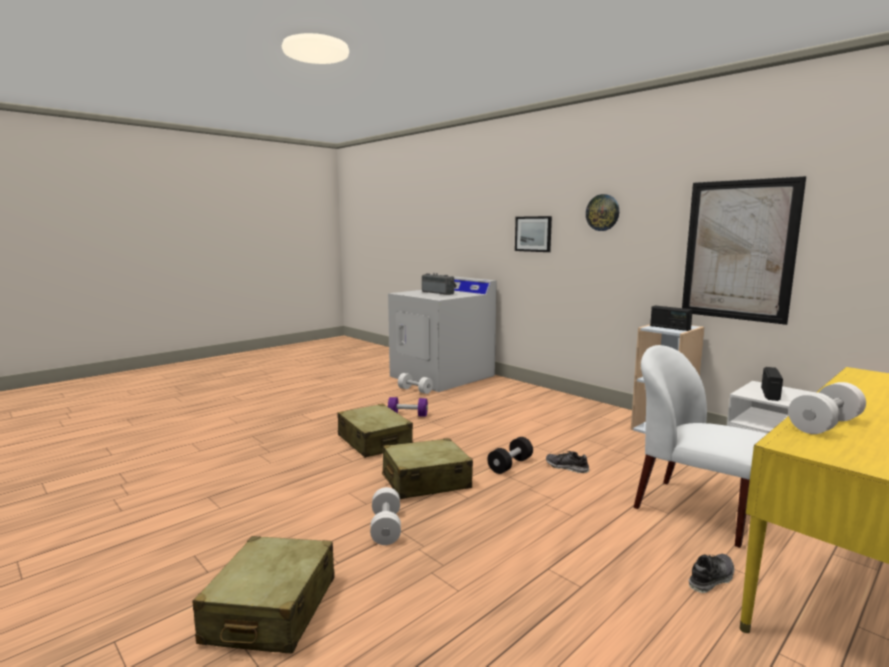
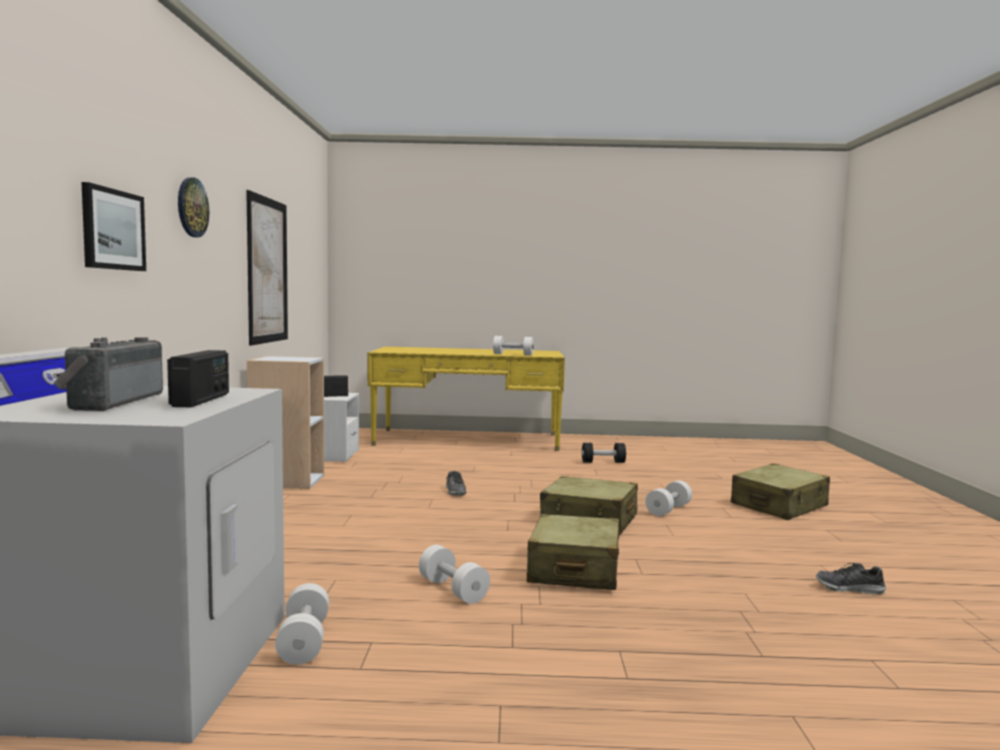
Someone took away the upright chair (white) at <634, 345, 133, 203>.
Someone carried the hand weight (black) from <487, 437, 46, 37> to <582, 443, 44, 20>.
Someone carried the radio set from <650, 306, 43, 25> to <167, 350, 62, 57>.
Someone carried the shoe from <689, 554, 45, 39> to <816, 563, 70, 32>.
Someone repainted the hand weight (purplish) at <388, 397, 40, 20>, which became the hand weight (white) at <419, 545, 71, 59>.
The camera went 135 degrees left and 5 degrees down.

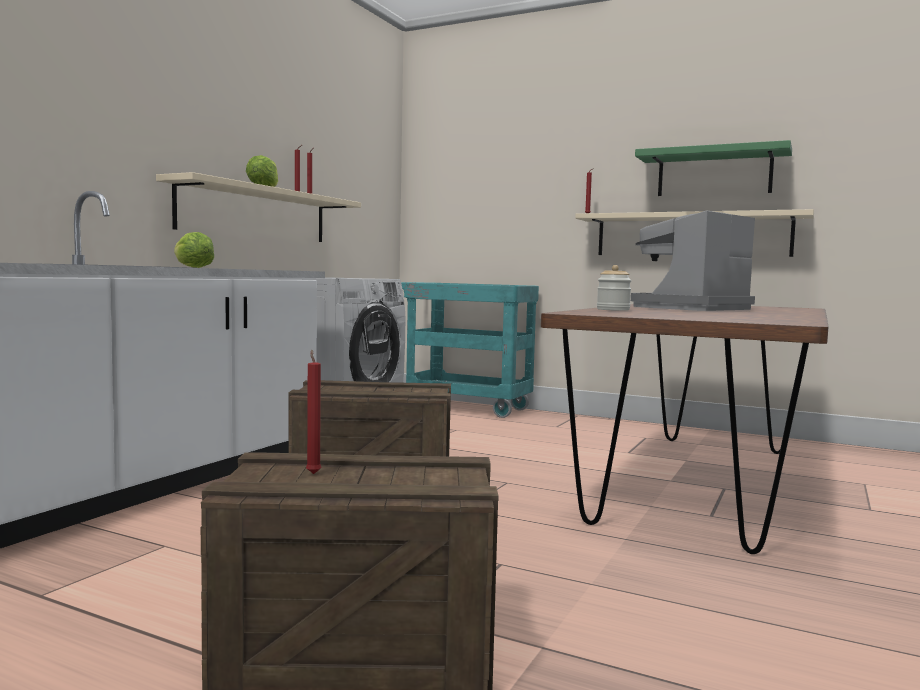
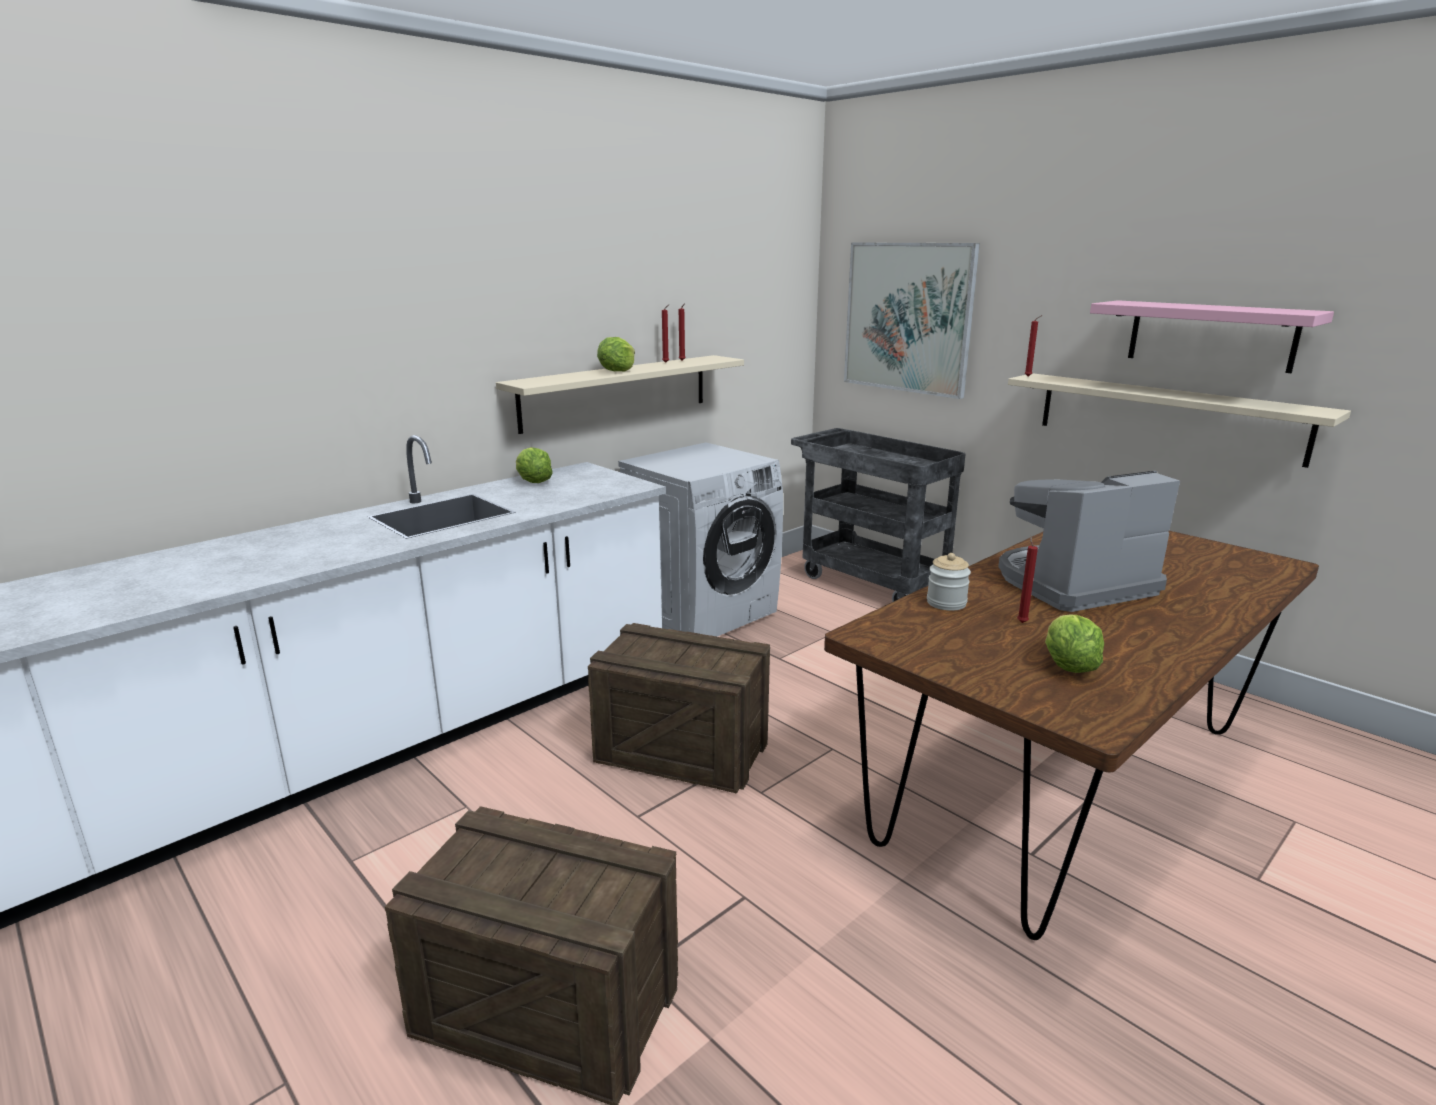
Someone put up the wall art at <844, 242, 136, 157>.
Someone put down the head of lettuce at <1045, 615, 59, 58>.
Someone carried the wax candle (reddish) from <306, 350, 15, 124> to <1017, 535, 21, 88>.
Someone repainted the cart (turquoise-coloured) at <401, 282, 138, 136>, which became the cart (black) at <791, 428, 175, 174>.
Someone repainted the shelf (green-coloured) at <635, 140, 157, 56>, which became the shelf (pink) at <1090, 300, 244, 73>.
The camera went 20 degrees right and 15 degrees up.

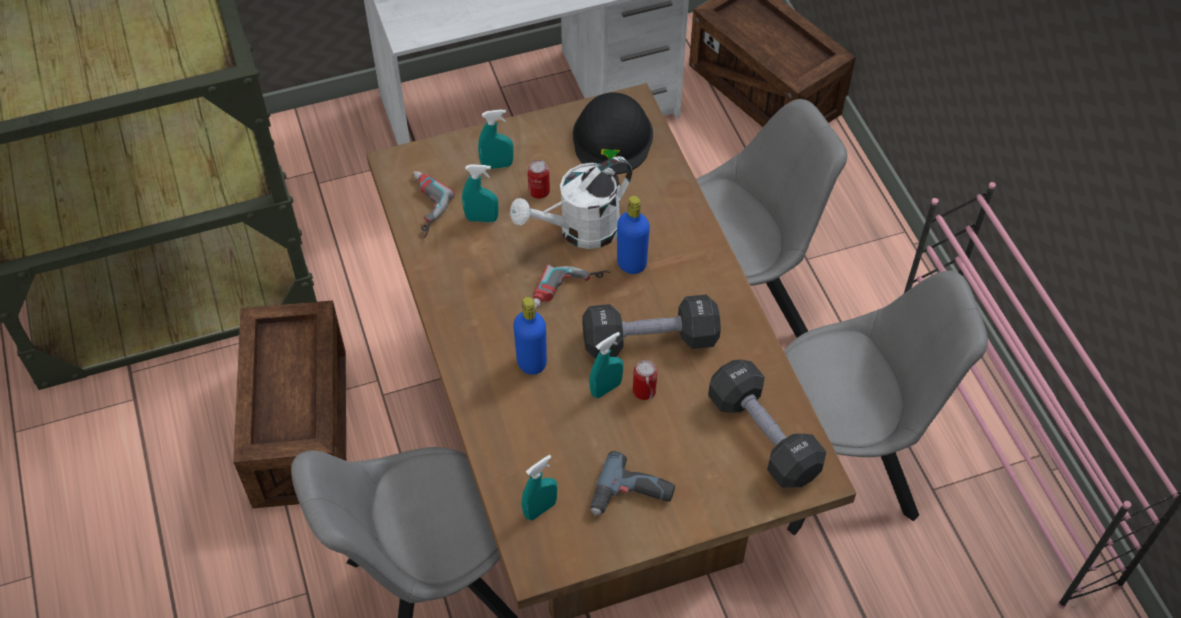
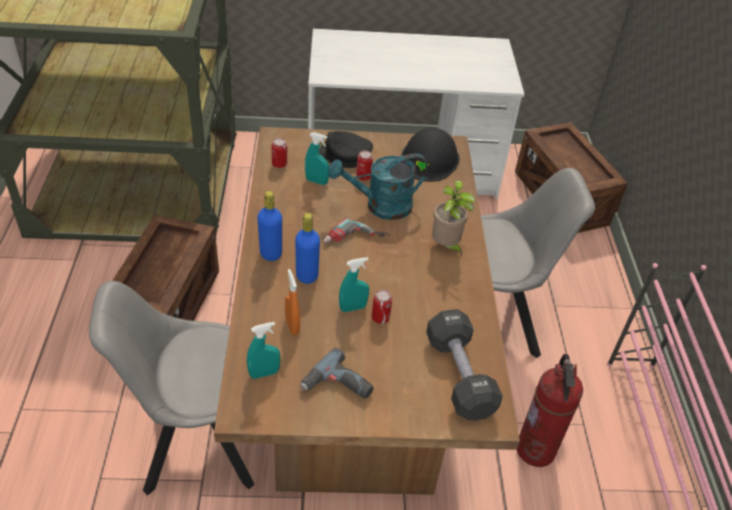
Someone took away the hand weight (black) at <582, 295, 139, 64>.
Someone put down the spray bottle (orange-coloured) at <285, 269, 15, 66>.
Someone put down the potted plant at <432, 180, 43, 76>.
Someone carried the beverage bottle (blue-coloured) from <617, 196, 33, 78> to <257, 191, 25, 70>.
Someone swapped the electric drill at <413, 171, 42, 67> for the can at <272, 138, 15, 30>.
Someone swapped the spray bottle (turquoise-coloured) at <478, 109, 36, 60> for the peaked cap (black) at <319, 131, 54, 37>.
Someone swapped the upright chair (greyish) at <784, 270, 204, 266> for the extinguisher at <517, 354, 66, 113>.
Someone repainted the sprinkling can (white) at <510, 157, 122, 92>, which became the sprinkling can (turquoise-coloured) at <328, 153, 100, 67>.
The camera went 15 degrees right and 10 degrees down.

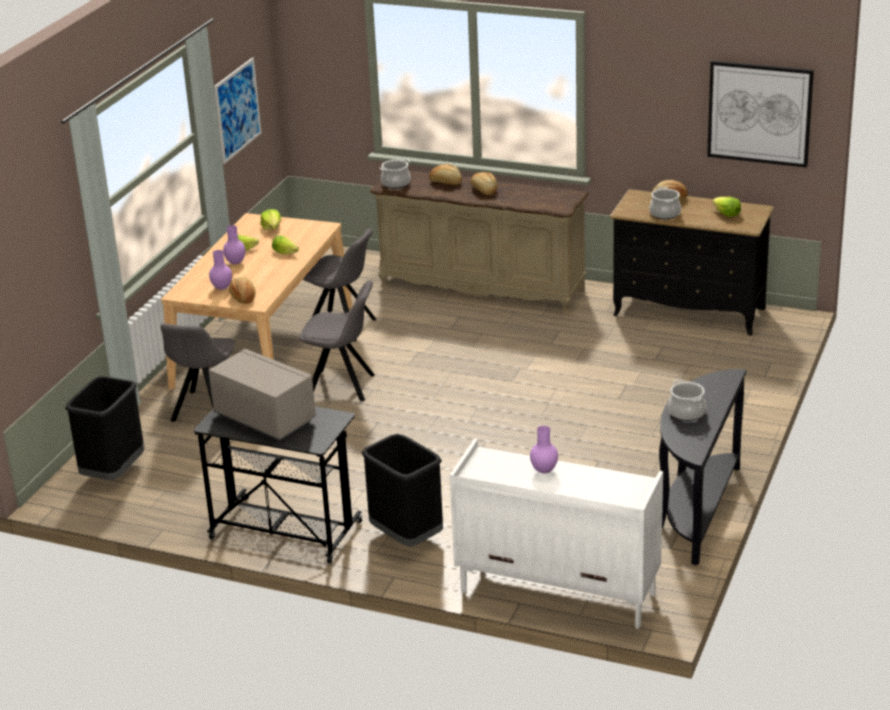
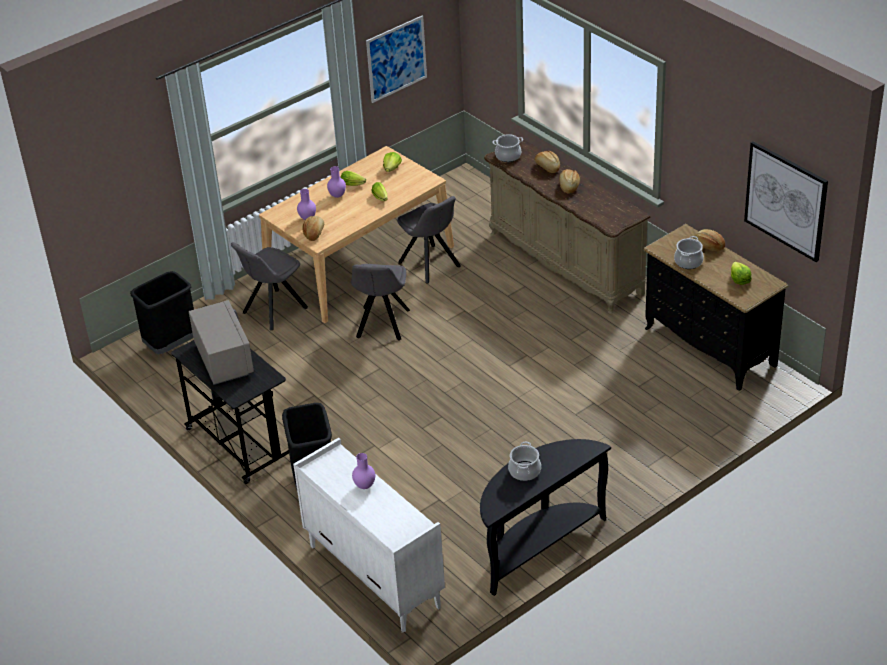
Someone rotated the upright chair (greyish) at <300, 280, 75, 121> by 60 degrees clockwise.
The camera went 30 degrees right and 10 degrees up.

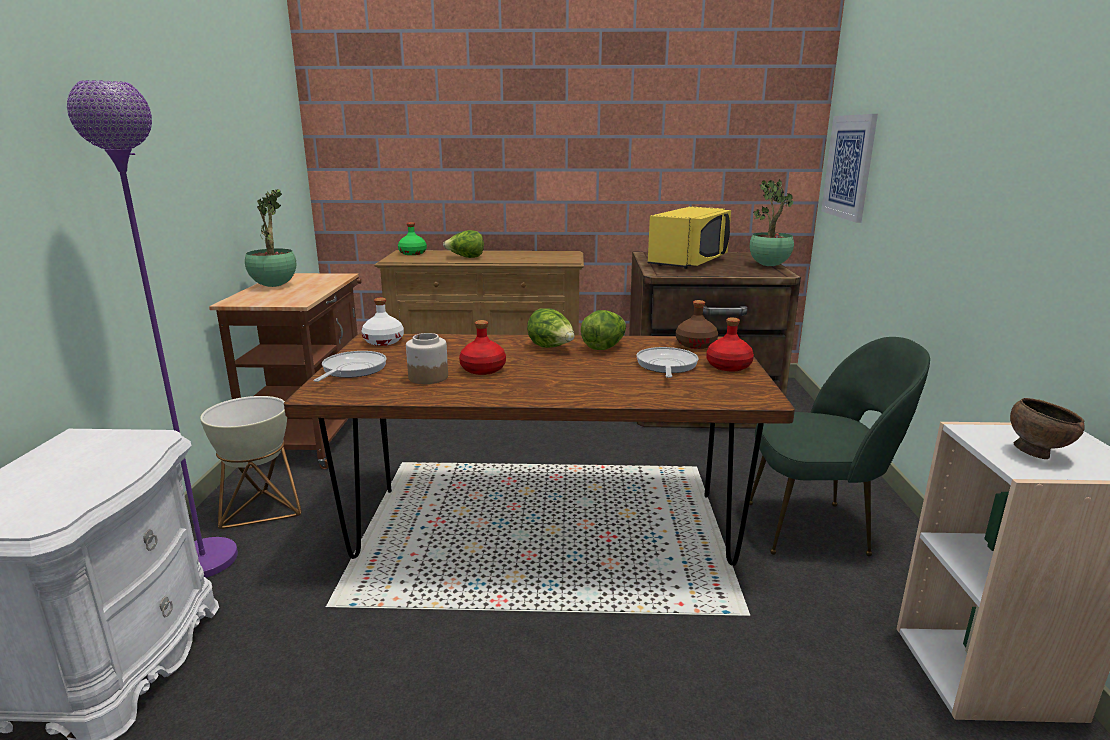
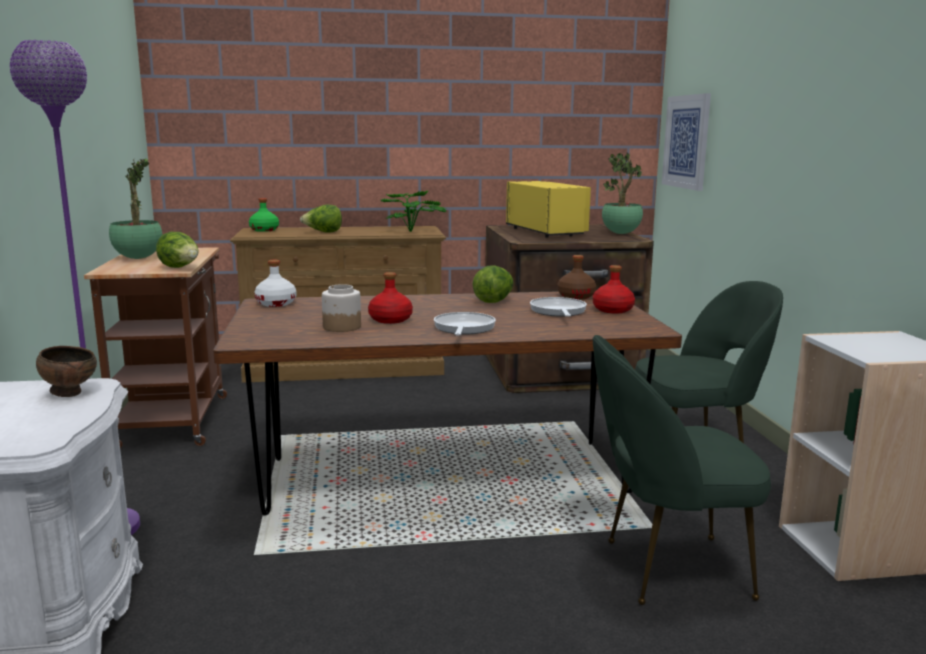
Someone took away the plant pot at <200, 396, 102, 133>.
Someone put down the potted plant at <380, 191, 67, 41>.
Someone put down the upright chair (green-coloured) at <593, 335, 178, 270>.
Someone carried the skillet from <314, 351, 73, 31> to <434, 312, 62, 23>.
Someone carried the head of lettuce from <527, 308, 48, 40> to <156, 232, 43, 36>.
Someone carried the deep dish (brown-coloured) from <1010, 398, 75, 61> to <36, 346, 61, 51>.
Someone rotated the microwave oven (yellow-coloured) at <648, 206, 83, 63> by 45 degrees counterclockwise.
The camera went 10 degrees left and 5 degrees down.

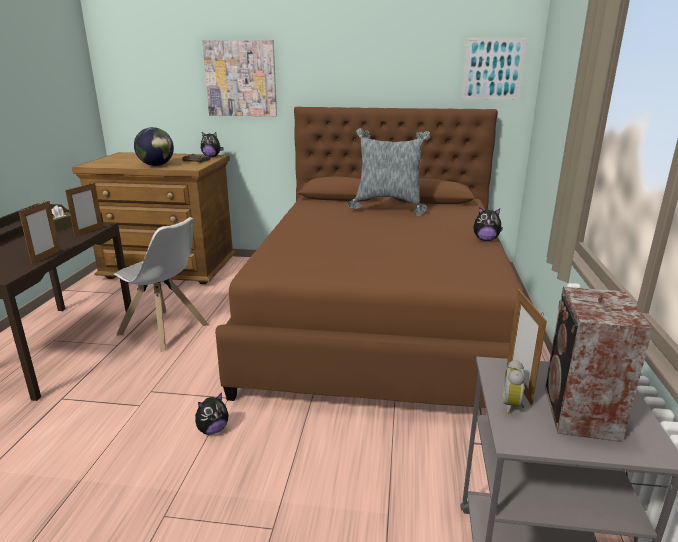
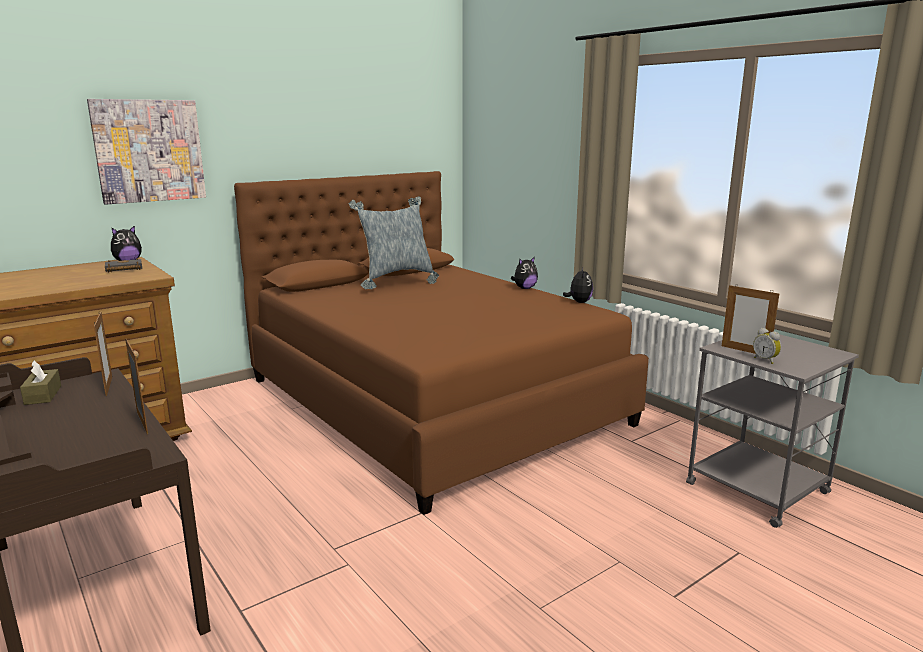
Someone took away the upright chair at <114, 217, 95, 135>.
Someone took away the desk globe at <134, 127, 40, 39>.
Someone took away the wall art at <462, 38, 65, 62>.
Someone took away the speaker at <545, 287, 108, 155>.
Someone carried the plush toy from <195, 393, 34, 42> to <563, 268, 30, 35>.
The camera went 45 degrees left and 5 degrees down.

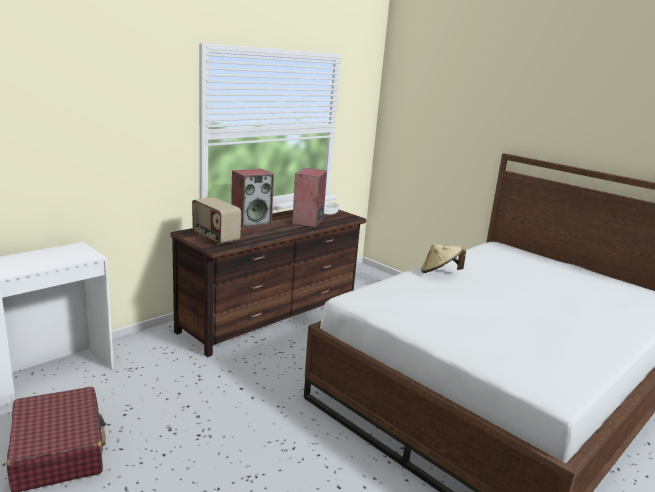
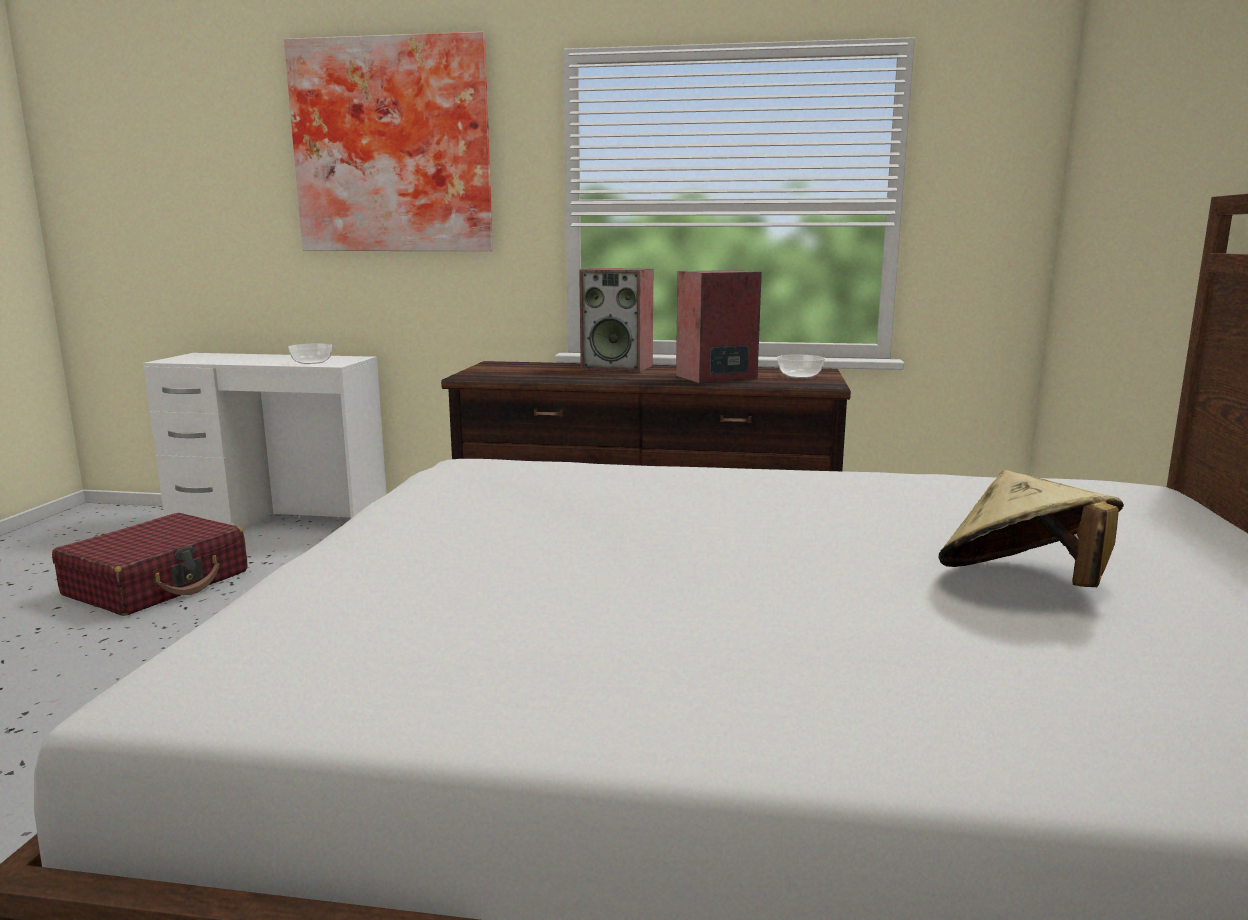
Someone took away the radio set at <192, 197, 49, 48>.
Someone put up the wall art at <284, 32, 209, 219>.
Someone put down the deep dish at <288, 343, 44, 21>.
Someone carried the wearable hat (sand-coloured) from <421, 244, 45, 29> to <939, 470, 185, 117>.
The camera went 55 degrees right and 5 degrees down.

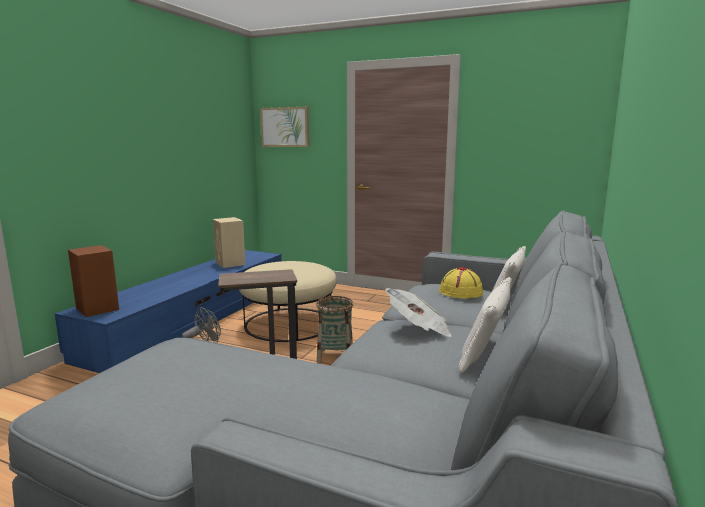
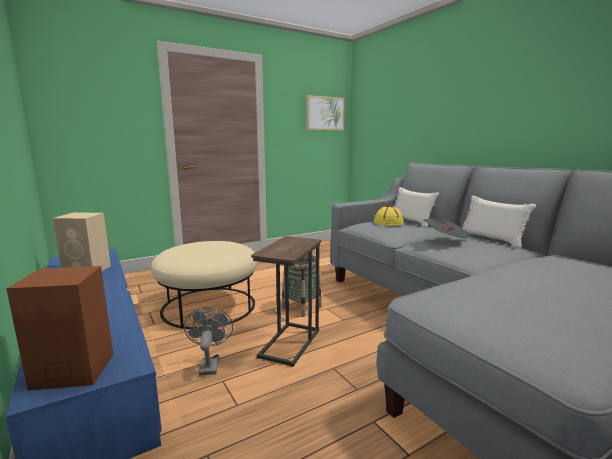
Someone carried the wall art from <260, 107, 49, 40> to <306, 95, 39, 36>.
The camera went 55 degrees left and 0 degrees up.

